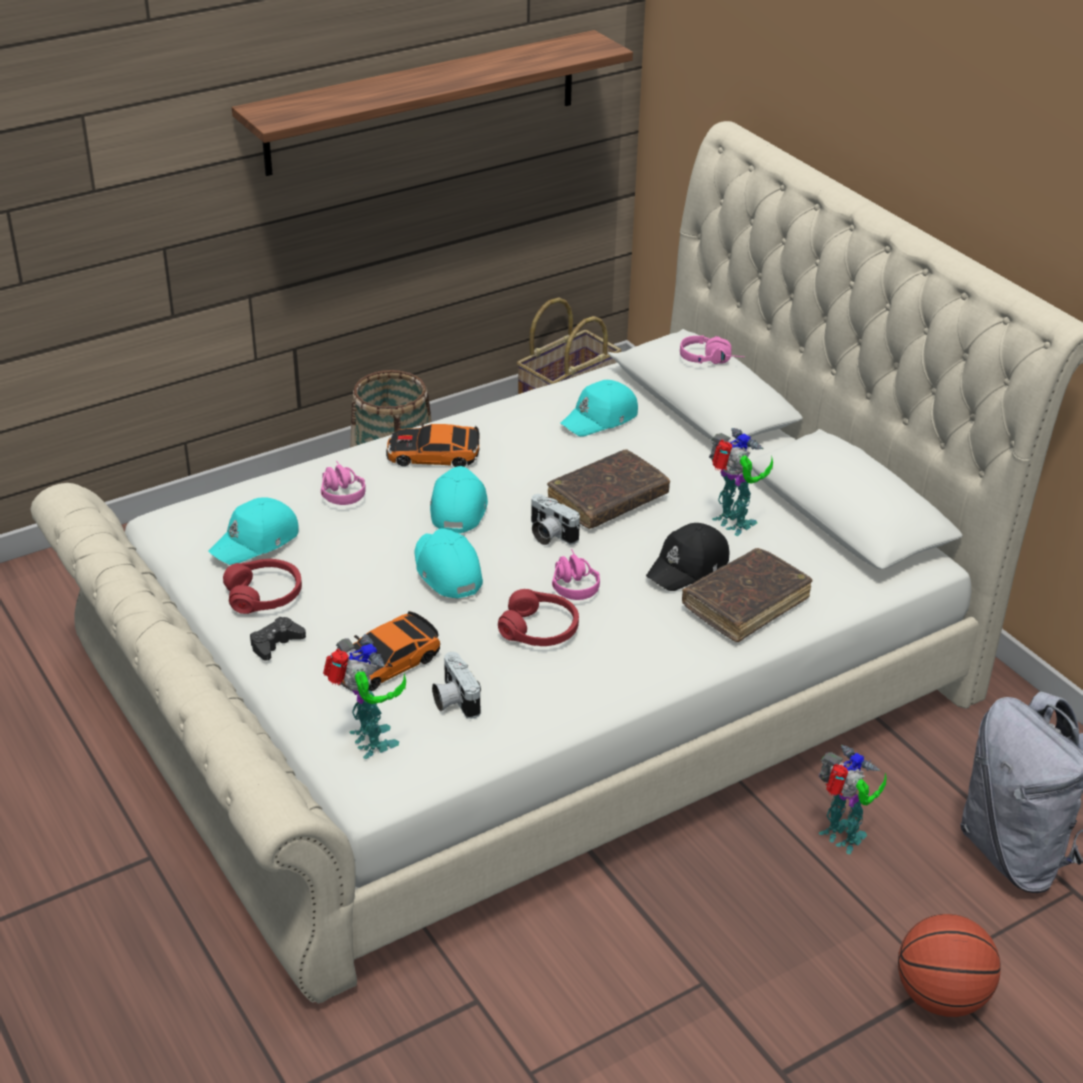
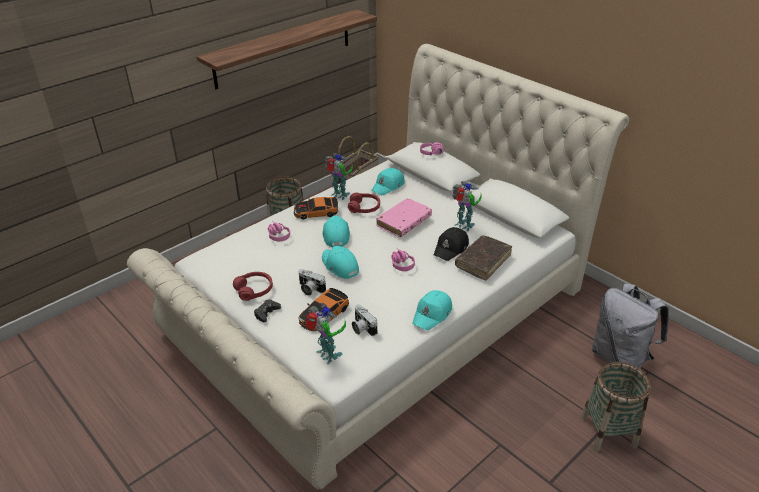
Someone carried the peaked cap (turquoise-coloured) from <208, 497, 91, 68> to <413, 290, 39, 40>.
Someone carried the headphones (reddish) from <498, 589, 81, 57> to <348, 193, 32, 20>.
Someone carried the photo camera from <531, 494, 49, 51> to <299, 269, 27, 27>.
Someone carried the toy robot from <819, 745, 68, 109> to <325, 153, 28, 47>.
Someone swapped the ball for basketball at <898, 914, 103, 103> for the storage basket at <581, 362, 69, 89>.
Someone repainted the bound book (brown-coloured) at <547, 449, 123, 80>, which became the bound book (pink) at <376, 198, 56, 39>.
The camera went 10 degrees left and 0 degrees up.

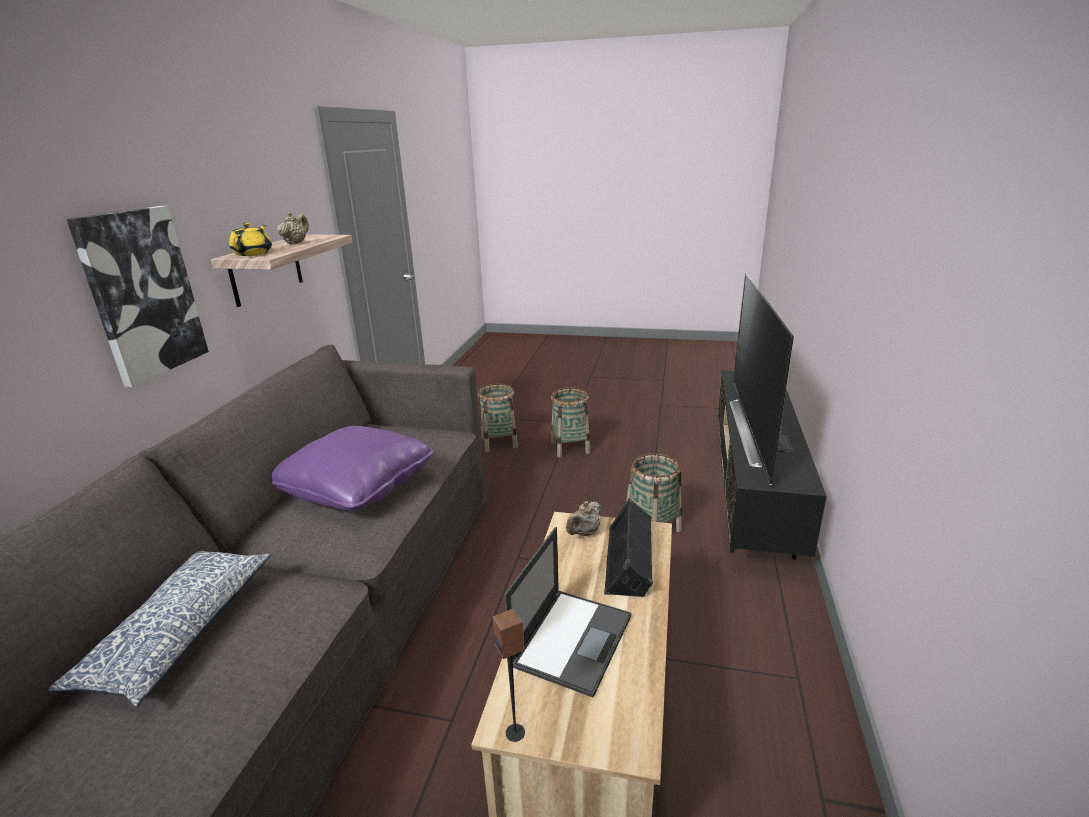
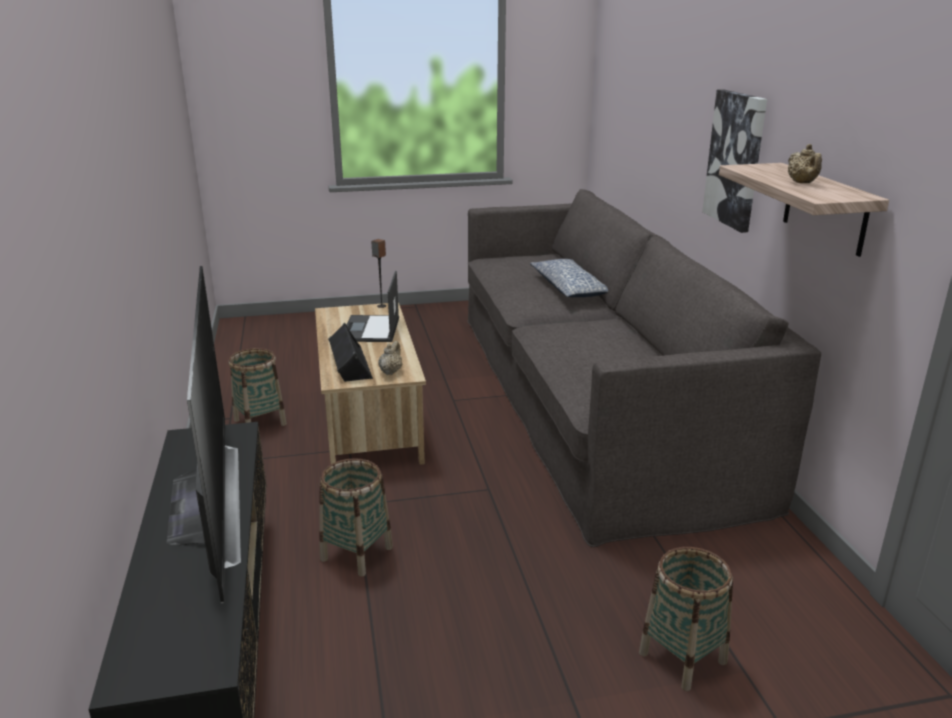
Someone took away the pot for tea (yellow-coloured) at <229, 223, 43, 33>.
Someone took away the cushion (purplish) at <272, 426, 161, 85>.
Someone carried the storage basket from <551, 387, 39, 70> to <229, 348, 58, 78>.
The camera went 155 degrees right and 0 degrees up.

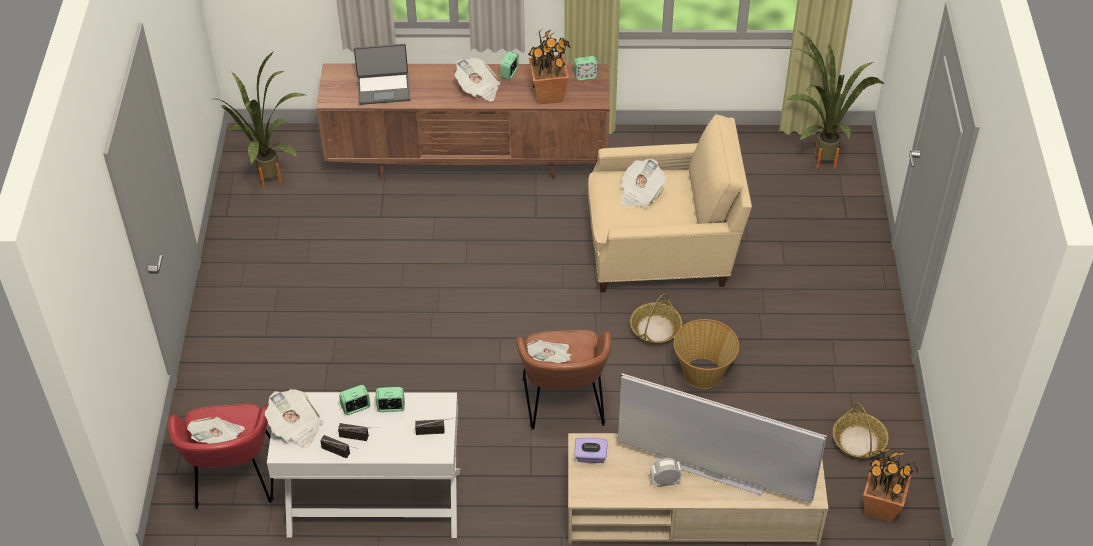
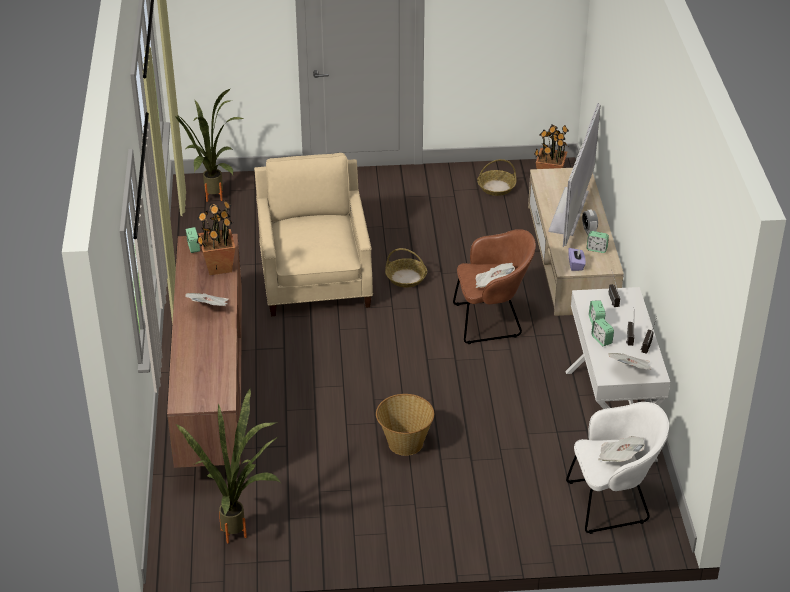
Someone took away the notebook computer at <354, 44, 57, 61>.
Someone took away the newspaper at <620, 159, 46, 49>.
Someone carried the table clock from <500, 51, 19, 29> to <587, 231, 22, 22>.
Someone carried the storage basket from <674, 319, 65, 70> to <376, 394, 58, 62>.
Someone repainted the armchair (reddish) at <168, 404, 106, 105>, which became the armchair (white) at <566, 402, 103, 132>.
The camera went 95 degrees left and 10 degrees down.

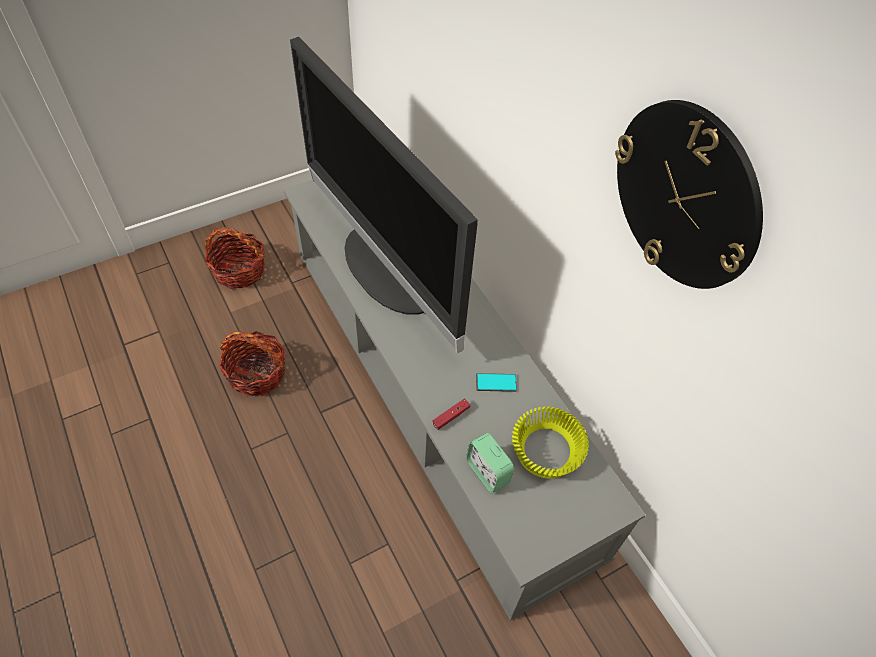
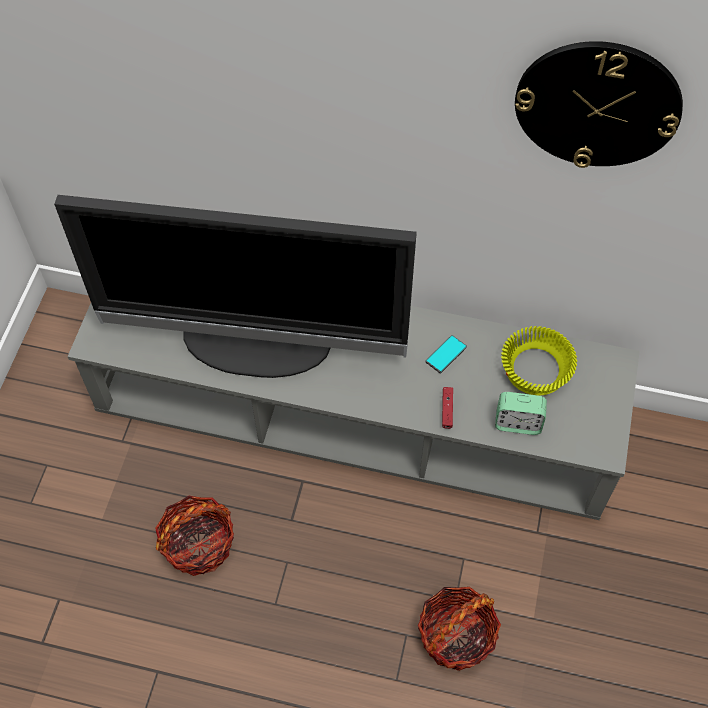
Someone carried the storage basket from <205, 227, 60, 62> to <418, 587, 83, 84>.
The camera went 45 degrees left and 5 degrees up.

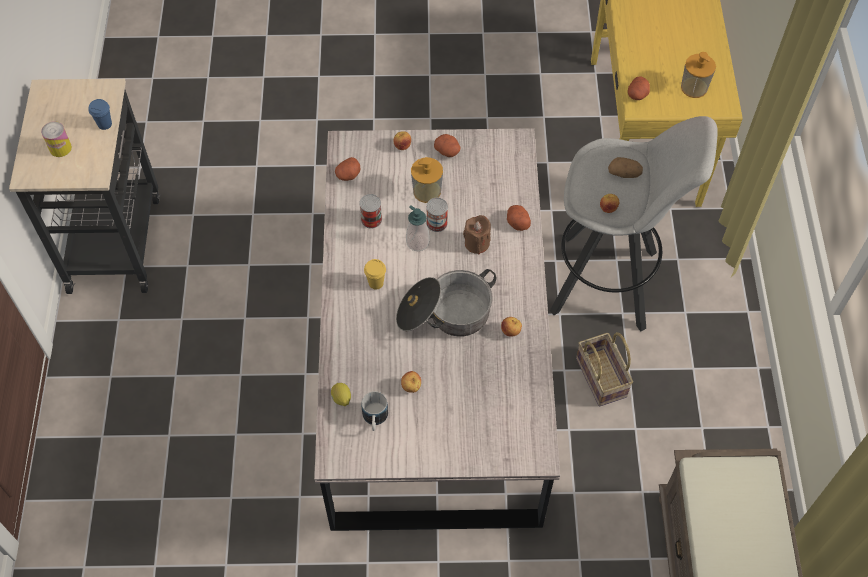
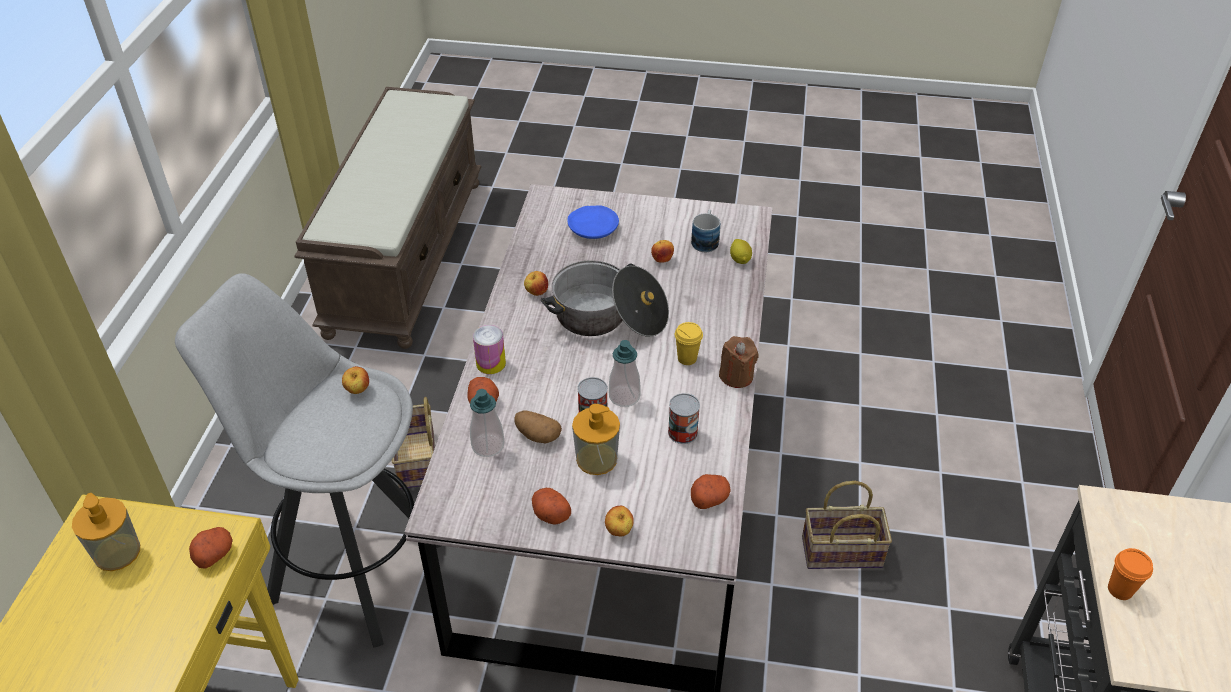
Someone put down the liquid soap bottle at <470, 389, 34, 68>.
Someone put down the dinner plate (blue-coloured) at <567, 205, 52, 34>.
Someone put down the storage basket at <802, 481, 90, 88>.
Someone carried the can from <41, 121, 31, 36> to <473, 325, 33, 49>.
Someone carried the wax candle (brown-coloured) from <463, 215, 28, 39> to <719, 336, 39, 52>.
Someone carried the potato from <608, 157, 35, 21> to <514, 410, 48, 34>.
Someone repainted the small cup (blue-coloured) at <88, 99, 24, 31>, which became the small cup (orange-coloured) at <1108, 548, 45, 52>.
The camera went 170 degrees left and 15 degrees down.

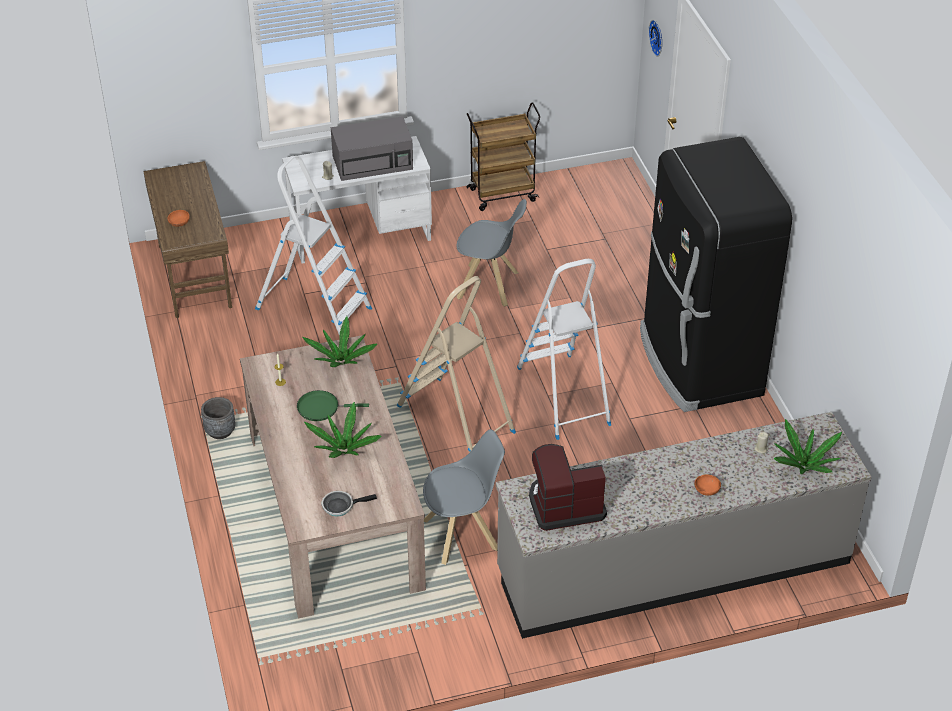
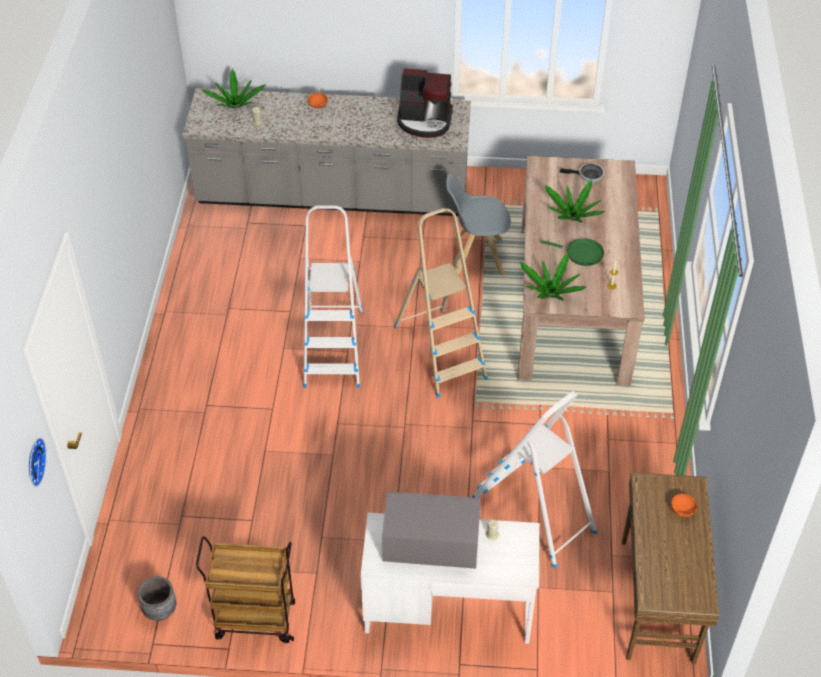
Someone took away the upright chair (greyish) at <456, 199, 71, 108>.
Someone took away the fridge (black) at <640, 137, 152, 275>.
Someone carried the plant pot (greyish) from <201, 397, 35, 42> to <138, 576, 38, 45>.
The camera went 160 degrees left and 5 degrees up.

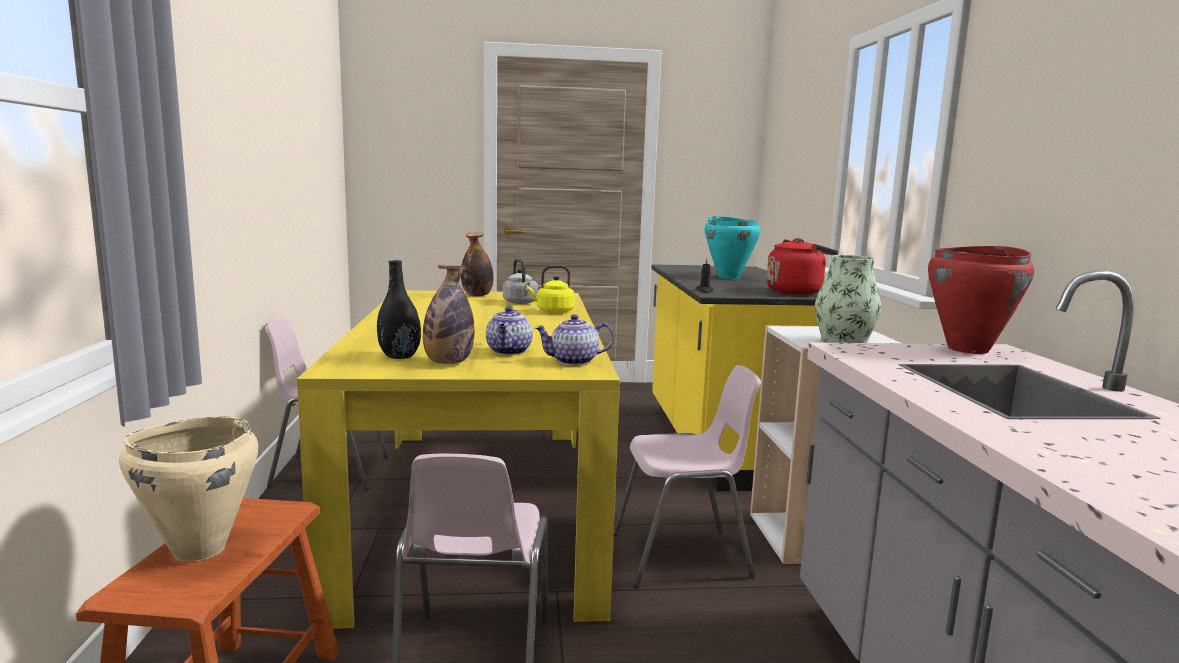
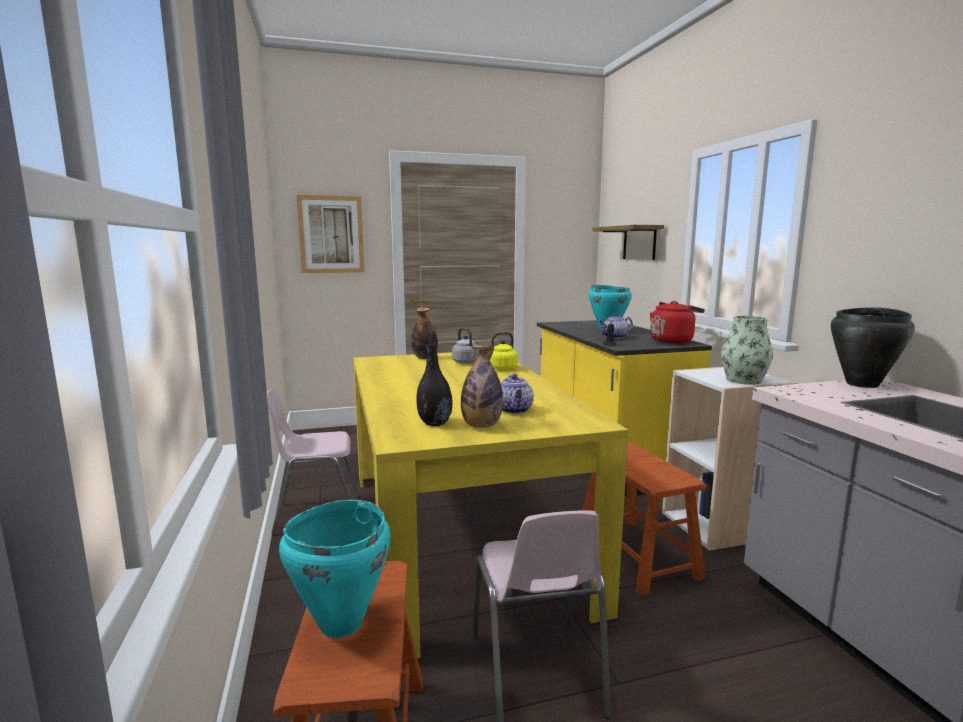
Someone put up the wall art at <297, 195, 68, 78>.
Someone put up the shelf at <592, 225, 72, 35>.
Someone carried the pot for tea from <534, 314, 80, 52> to <598, 313, 35, 26>.
Someone swapped the upright chair (pink) at <614, 365, 147, 223> for the sitting stool (brown-coloured) at <582, 442, 125, 153>.
Someone repainted the cooking pot (sand-coloured) at <119, 417, 139, 145>, which became the cooking pot (turquoise-coloured) at <279, 500, 111, 138>.
Someone repainted the cooking pot (reddish) at <928, 246, 106, 108>, which became the cooking pot (black) at <831, 307, 84, 81>.
The camera went 10 degrees left and 0 degrees up.

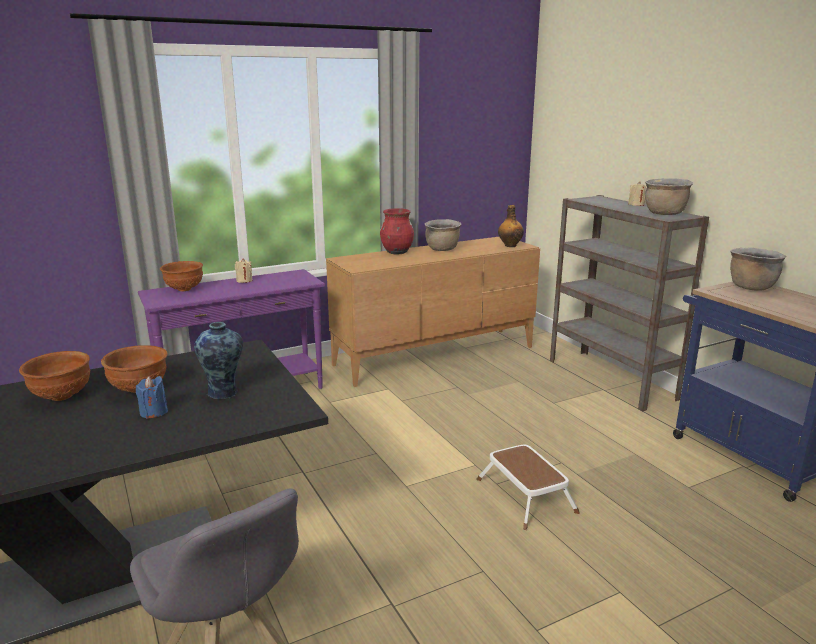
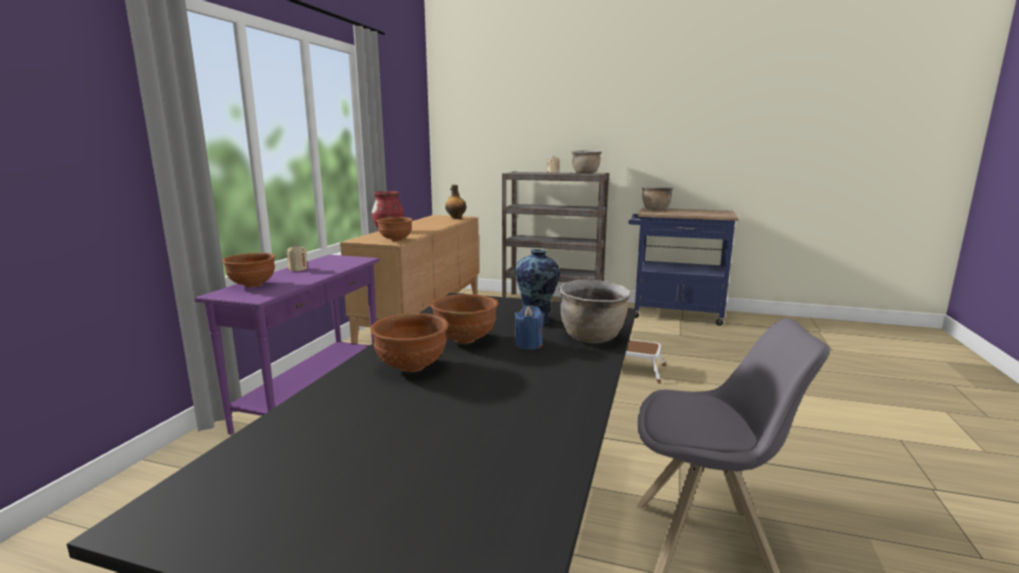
Someone put down the deep dish (brown-coloured) at <377, 217, 36, 24>.
Someone carried the cooking pot (brown-coloured) from <425, 219, 37, 32> to <559, 279, 72, 64>.
The camera went 45 degrees left and 5 degrees down.

